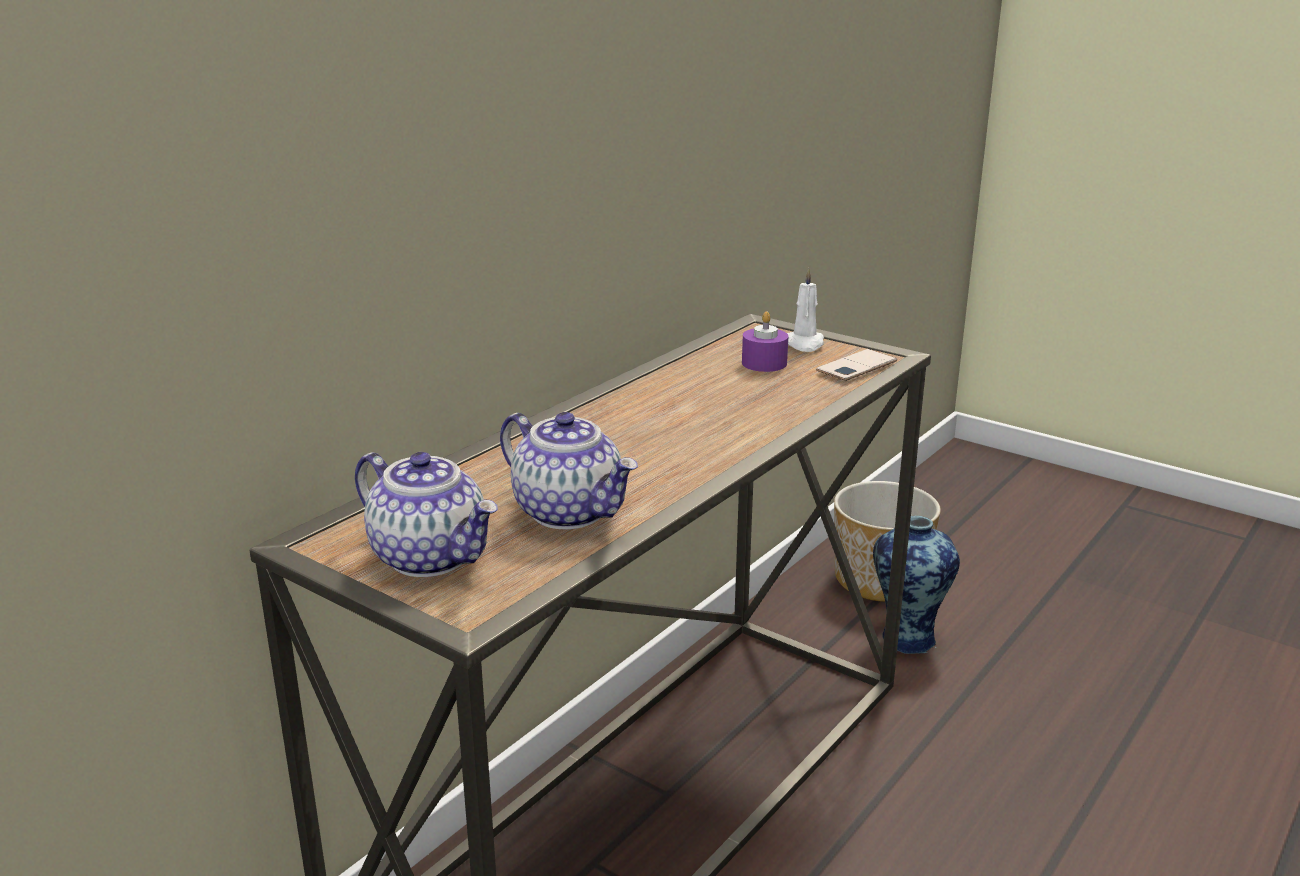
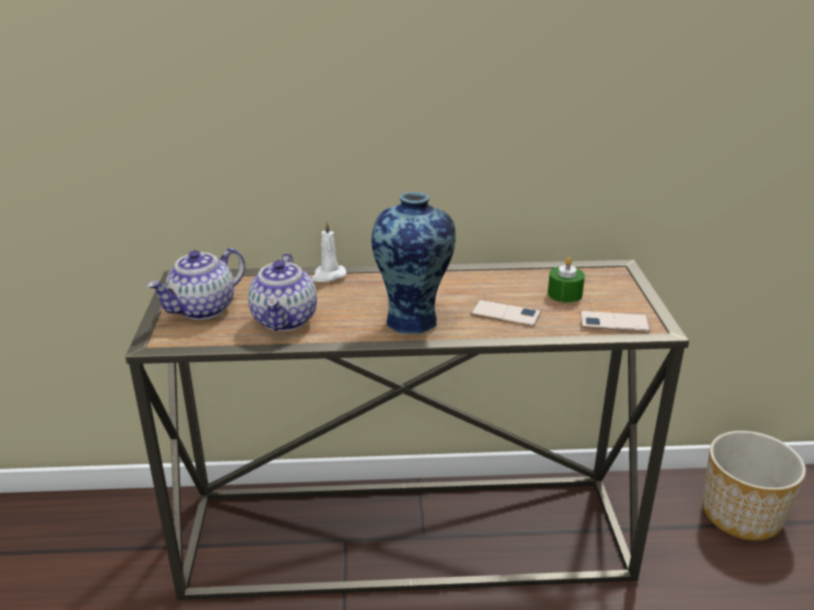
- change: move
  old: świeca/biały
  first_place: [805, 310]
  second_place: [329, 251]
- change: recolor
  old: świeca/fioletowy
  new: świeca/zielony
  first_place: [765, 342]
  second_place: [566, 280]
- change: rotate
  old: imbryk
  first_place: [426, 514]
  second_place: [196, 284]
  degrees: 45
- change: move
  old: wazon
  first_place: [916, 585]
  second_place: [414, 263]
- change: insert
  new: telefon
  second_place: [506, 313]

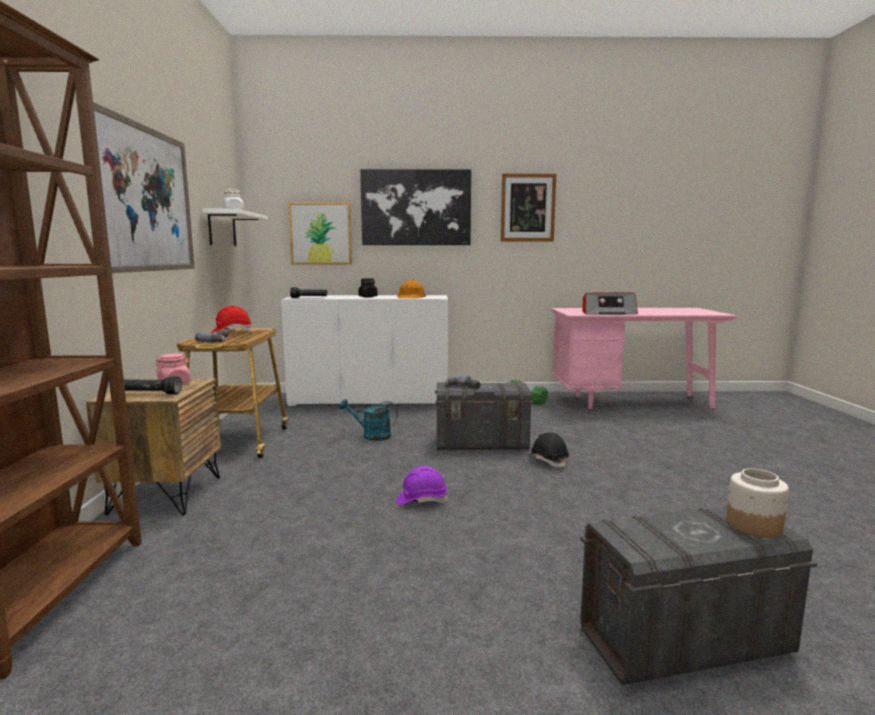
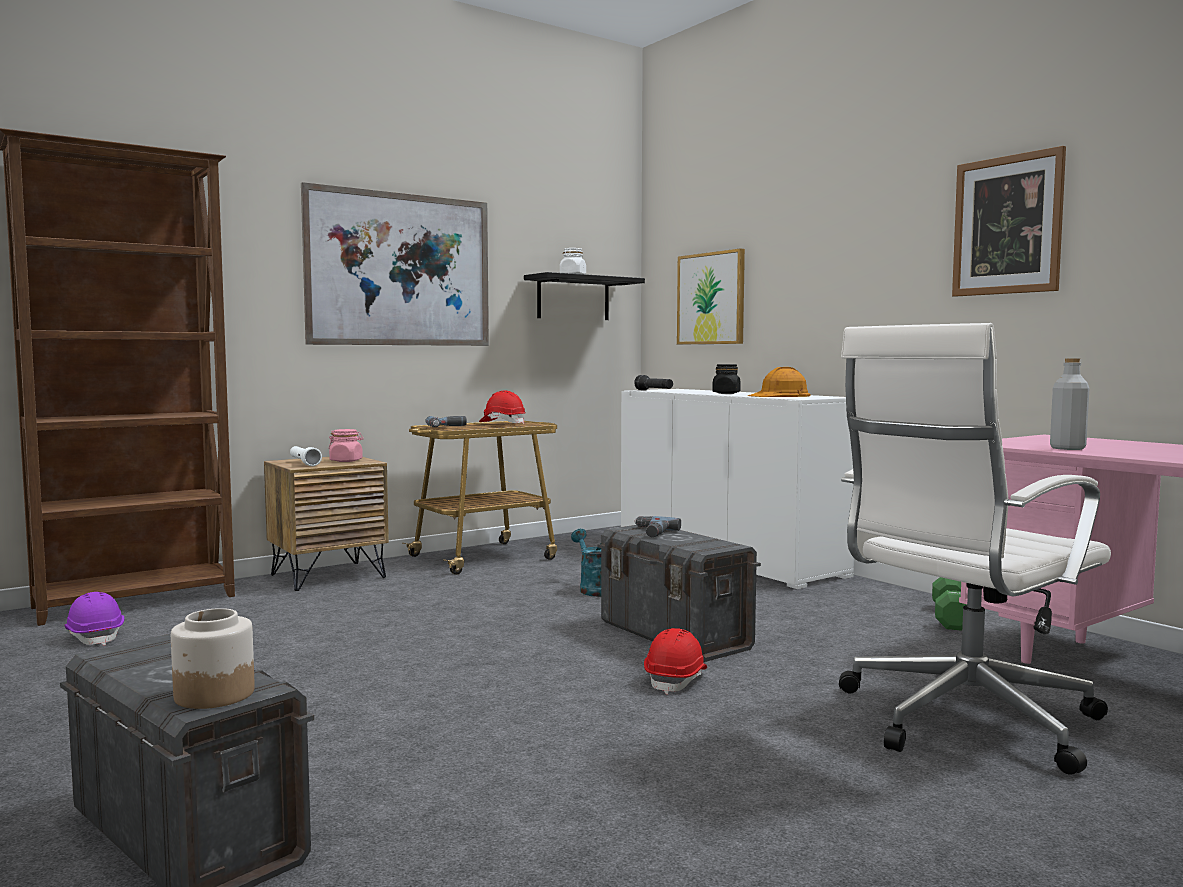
- change: delete
  old: obraz
  first_place: [415, 207]
- change: recolor
  old: półka/biały
  new: półka/czarny
  first_place: [235, 227]
  second_place: [584, 296]
- change: replace
  old: radio
  new: butelka/szary
  first_place: [610, 304]
  second_place: [1069, 404]
- change: recolor
  old: latarka/czarny
  new: latarka/biały
  first_place: [153, 385]
  second_place: [306, 456]
- change: recolor
  old: kask/czarny
  new: kask/czerwony
  first_place: [548, 450]
  second_place: [675, 661]
- change: move
  old: kask/fioletowy
  first_place: [422, 485]
  second_place: [94, 618]
- change: insert
  new: krzesło biurowe/biały
  second_place: [975, 549]

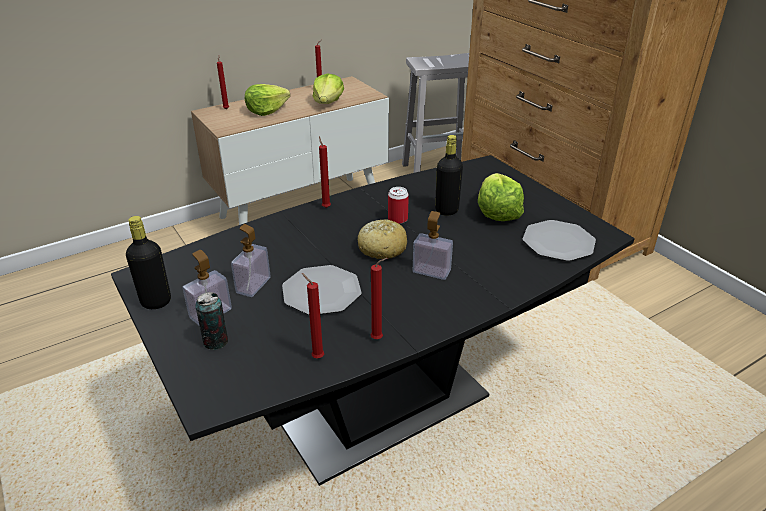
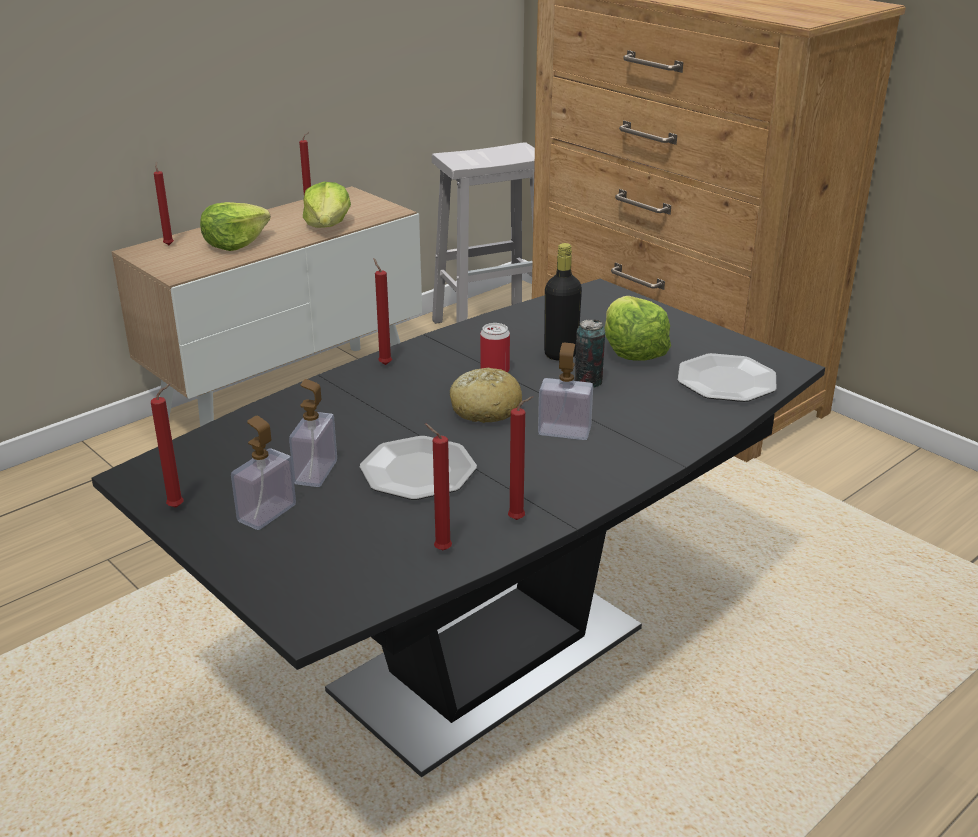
- change: replace
  old: butelka/czarny
  new: świeca/czerwony
  first_place: [148, 262]
  second_place: [167, 446]
- change: move
  old: puszka
  first_place: [211, 321]
  second_place: [589, 354]

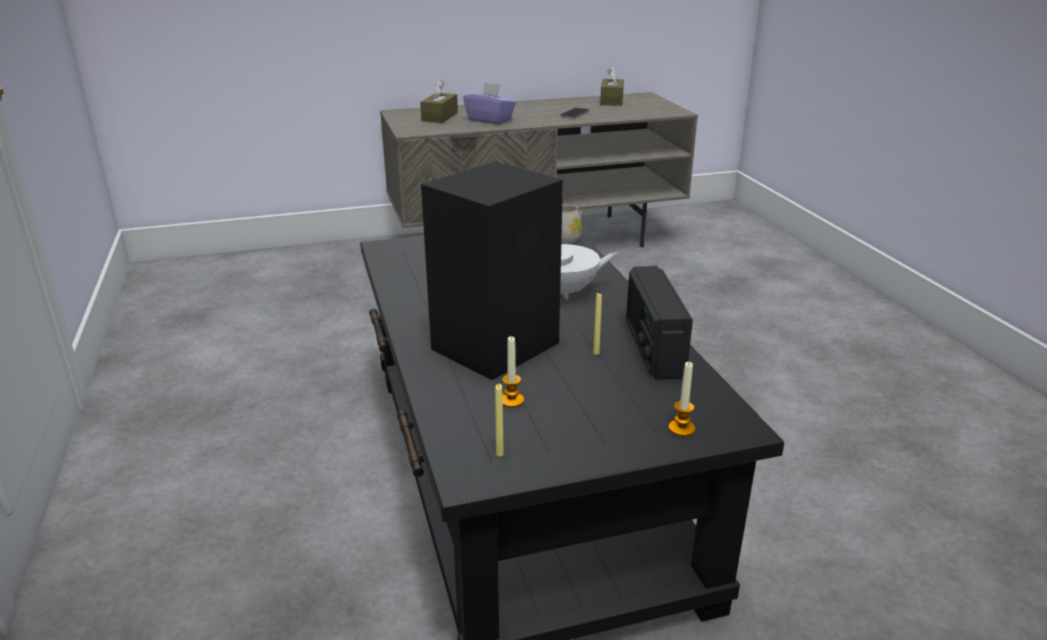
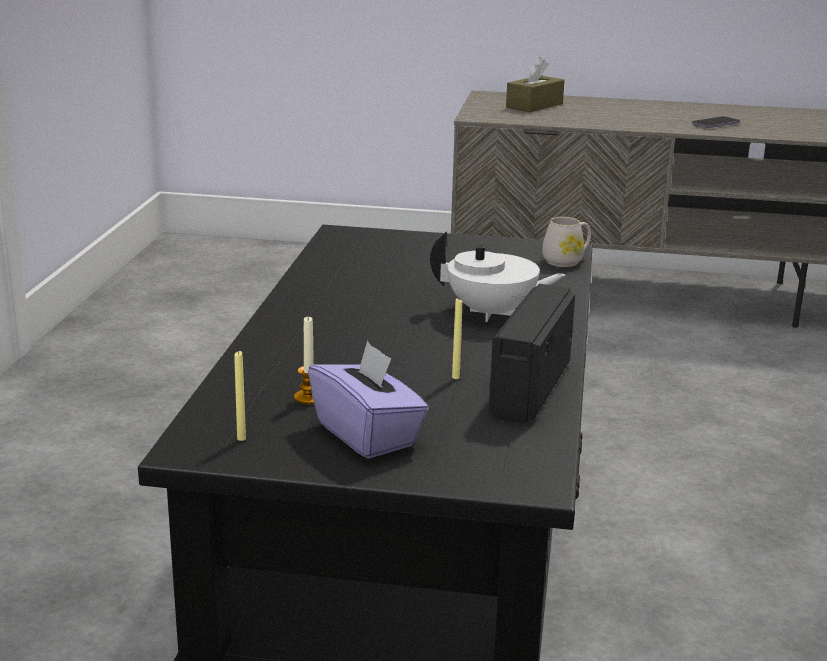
- change: delete
  old: pudełko chusteczek/brązowy
  first_place: [612, 85]
- change: move
  old: pudełko chusteczek/fioletowy
  first_place: [489, 103]
  second_place: [368, 400]
- change: delete
  old: głośnik/czarny
  first_place: [492, 270]
- change: delete
  old: świeca
  first_place: [681, 398]

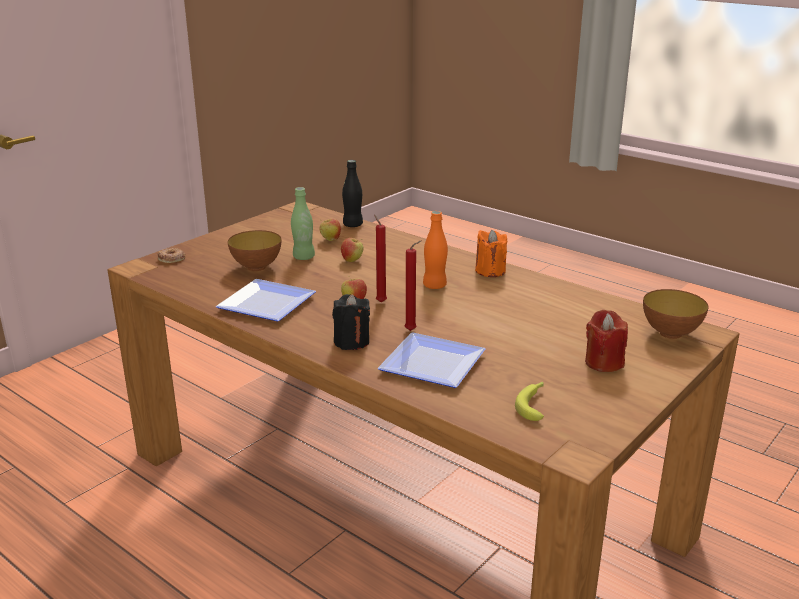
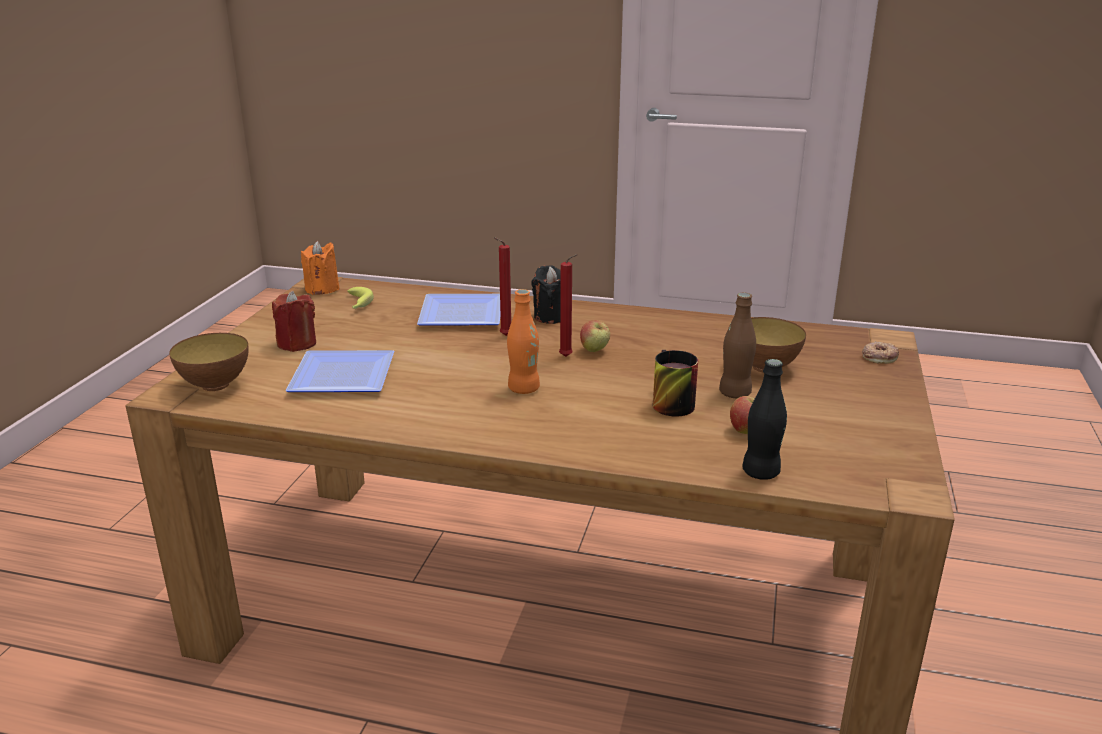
- change: recolor
  old: butelka/zielony
  new: butelka/brązowy
  first_place: [303, 223]
  second_place: [737, 345]
- change: move
  old: świeca/pomarańczowy
  first_place: [491, 253]
  second_place: [320, 268]
- change: replace
  old: jabłko
  new: kubek
  first_place: [352, 250]
  second_place: [675, 383]
- change: move
  old: talerz
  first_place: [265, 300]
  second_place: [339, 371]

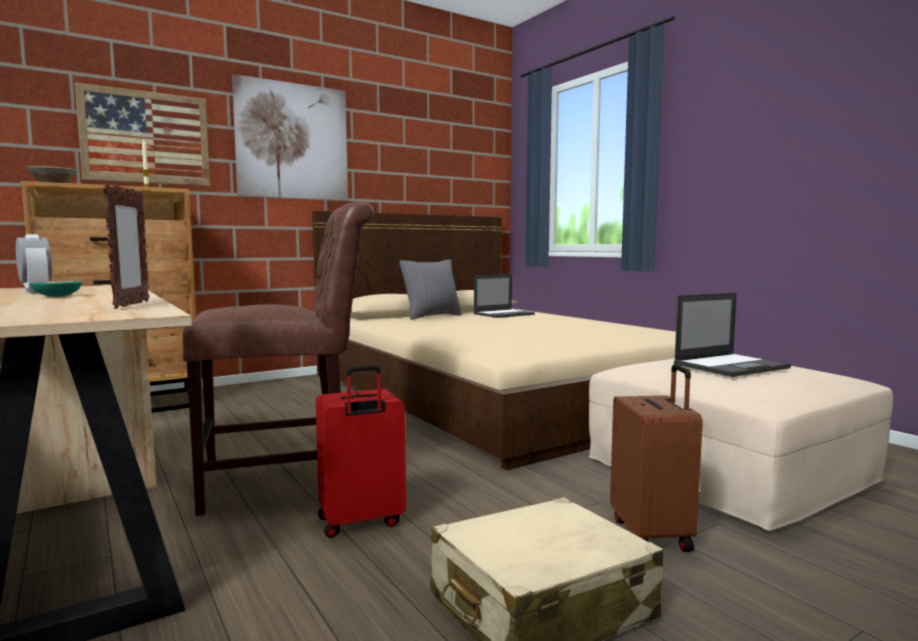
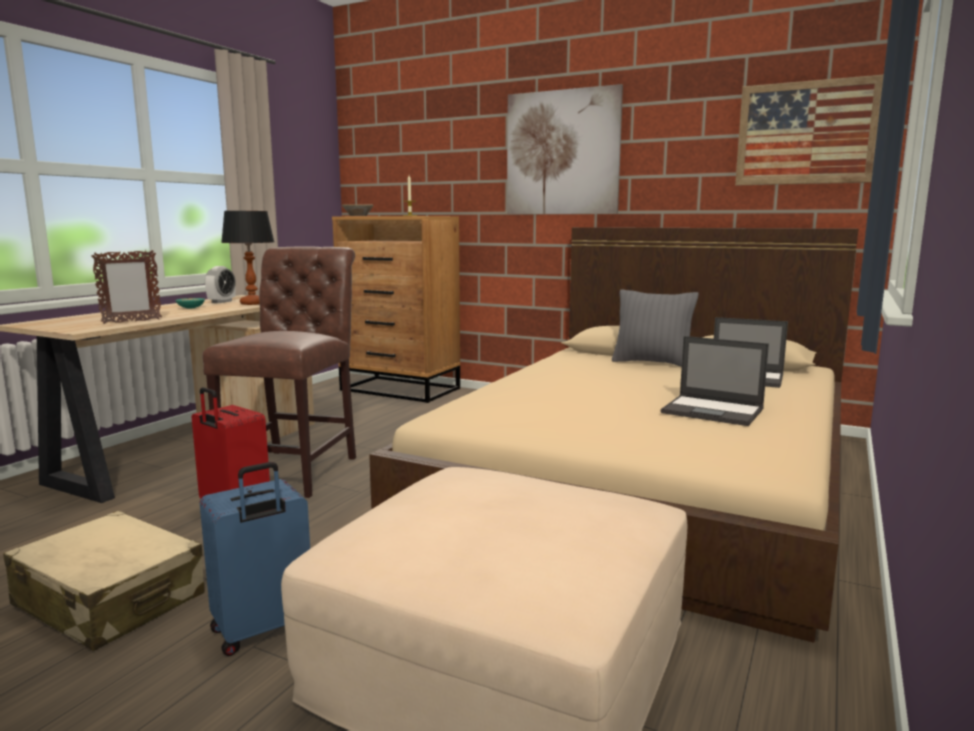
- change: move
  old: obraz
  first_place: [142, 134]
  second_place: [809, 130]
- change: rotate
  old: krzesło/brązowy
  first_place: [278, 359]
  second_place: [279, 372]
  degrees: -120
- change: move
  old: laptop
  first_place: [732, 335]
  second_place: [715, 381]
- change: recolor
  old: walizka/brązowy
  new: walizka/niebieski
  first_place: [656, 458]
  second_place: [255, 559]
- change: insert
  new: lampa stołowa
  second_place: [247, 258]

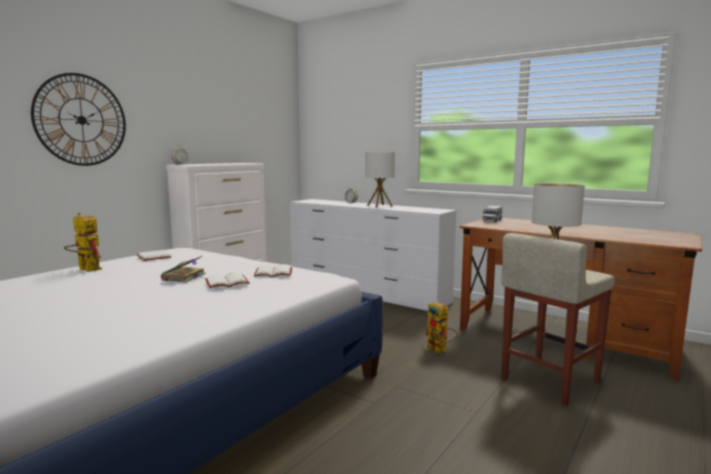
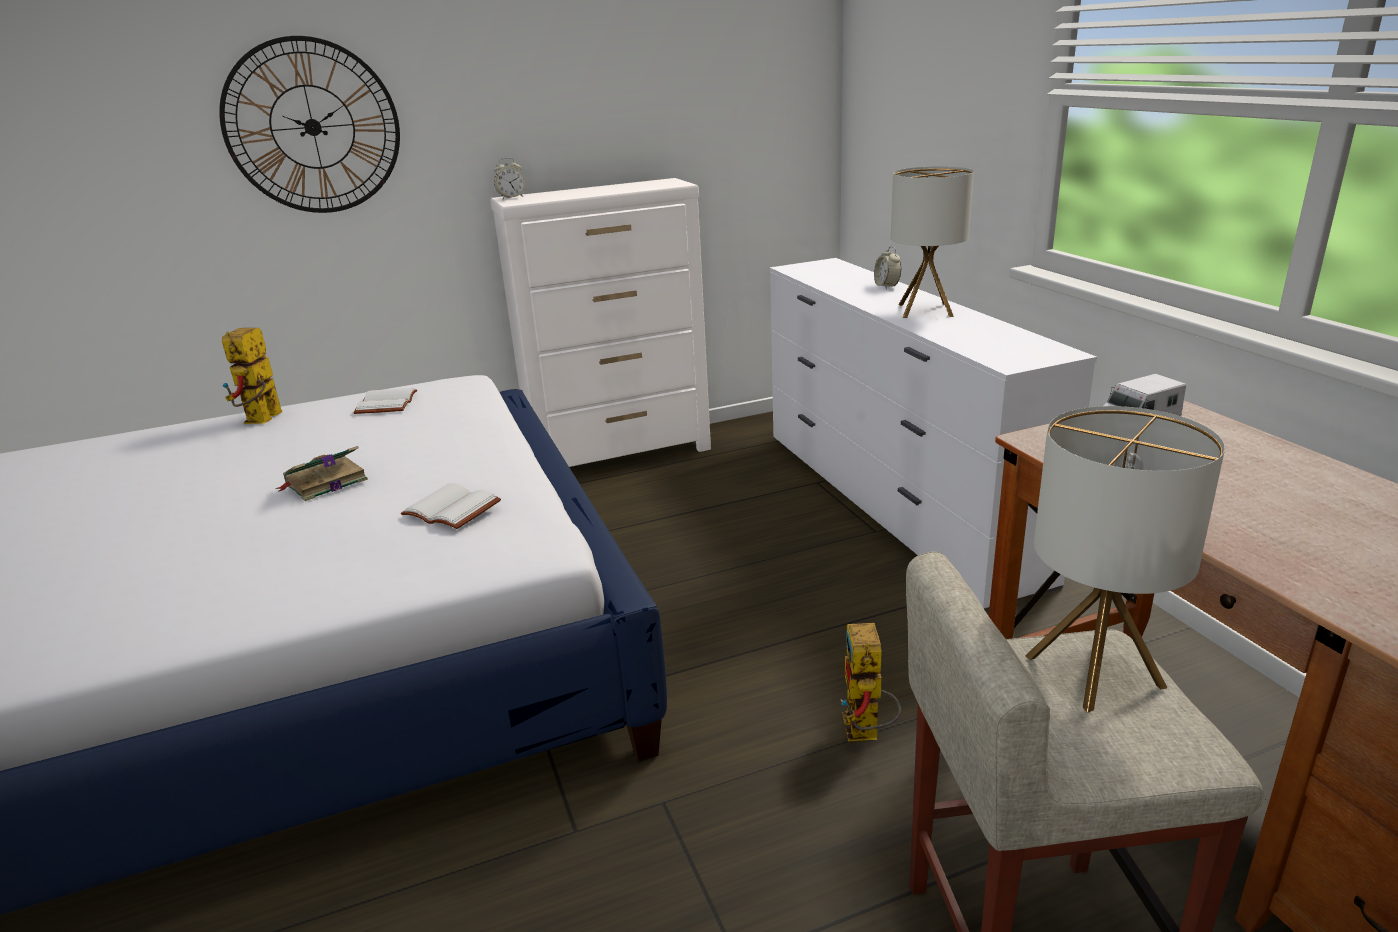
- change: rotate
  old: robot zabawkowy
  first_place: [83, 242]
  second_place: [252, 376]
  degrees: -150
- change: delete
  old: książka/biały
  first_place: [227, 280]

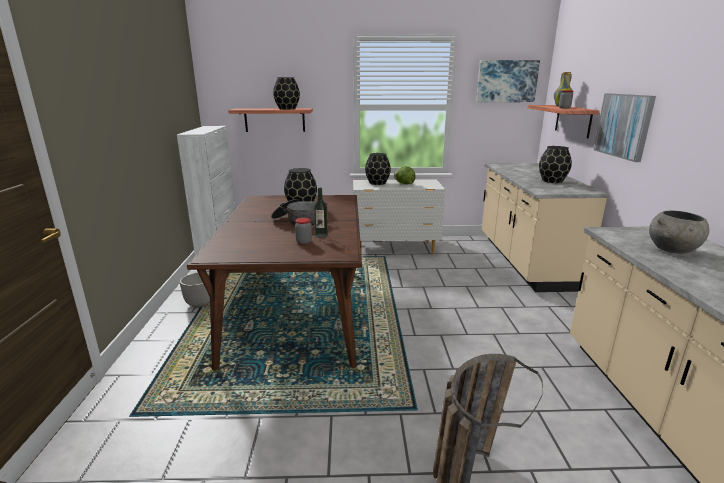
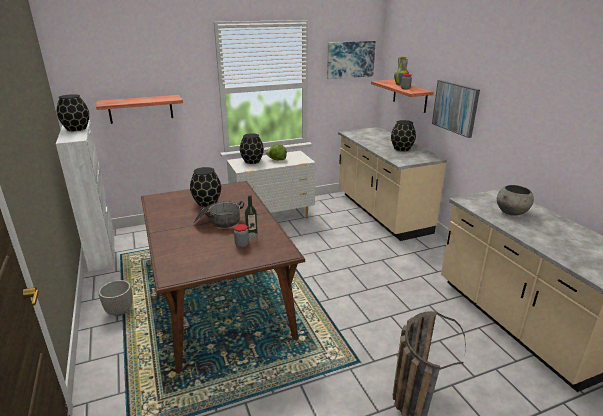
- change: move
  old: wazon/czarny
  first_place: [286, 93]
  second_place: [73, 112]

